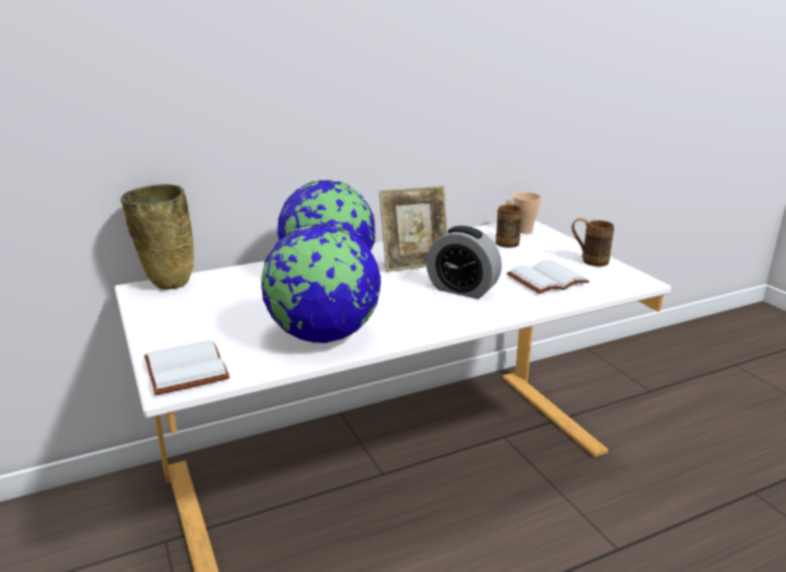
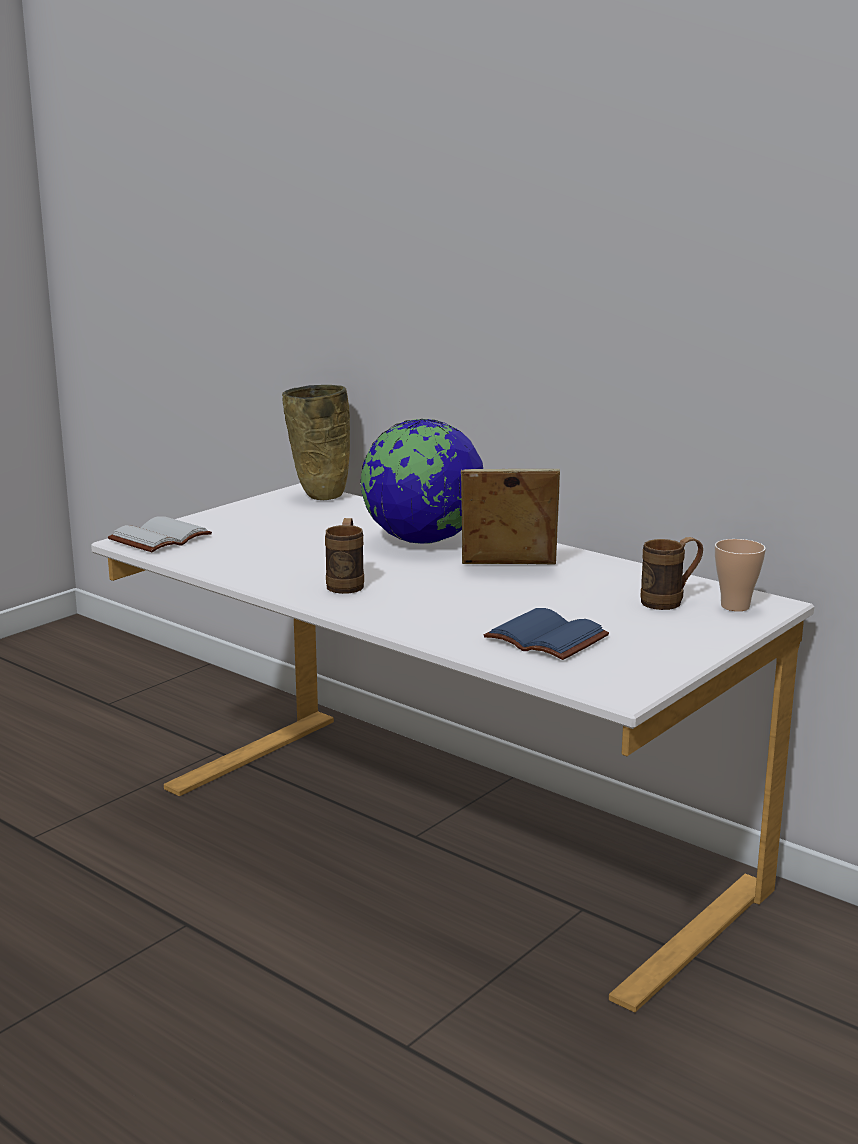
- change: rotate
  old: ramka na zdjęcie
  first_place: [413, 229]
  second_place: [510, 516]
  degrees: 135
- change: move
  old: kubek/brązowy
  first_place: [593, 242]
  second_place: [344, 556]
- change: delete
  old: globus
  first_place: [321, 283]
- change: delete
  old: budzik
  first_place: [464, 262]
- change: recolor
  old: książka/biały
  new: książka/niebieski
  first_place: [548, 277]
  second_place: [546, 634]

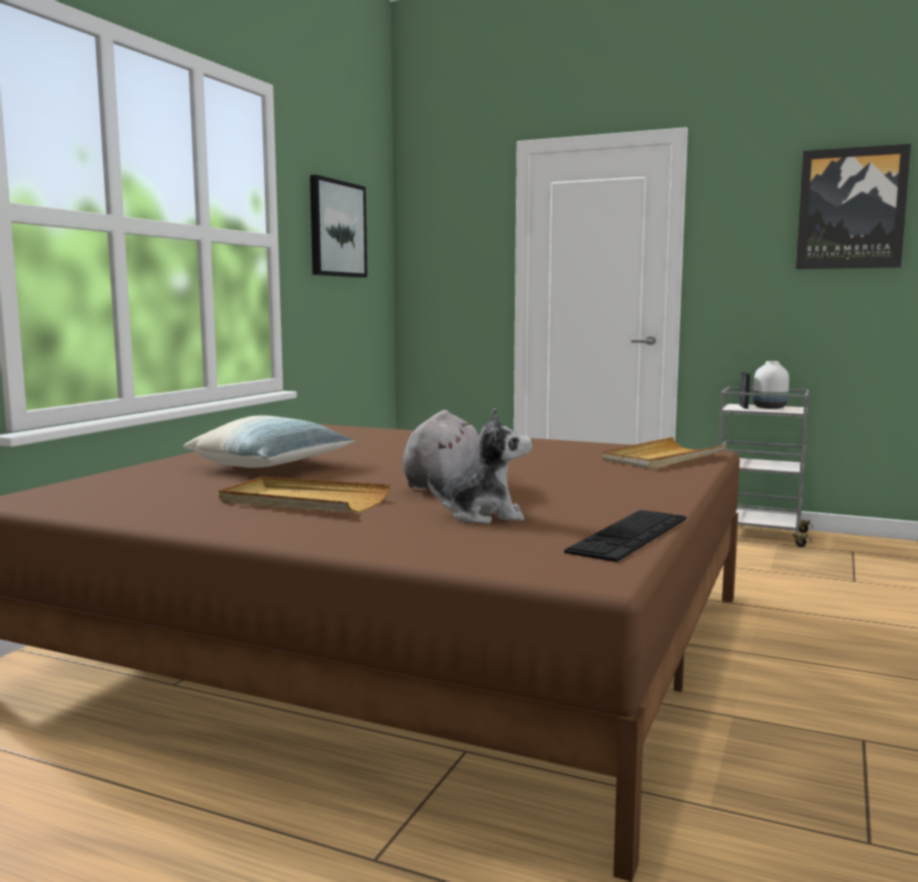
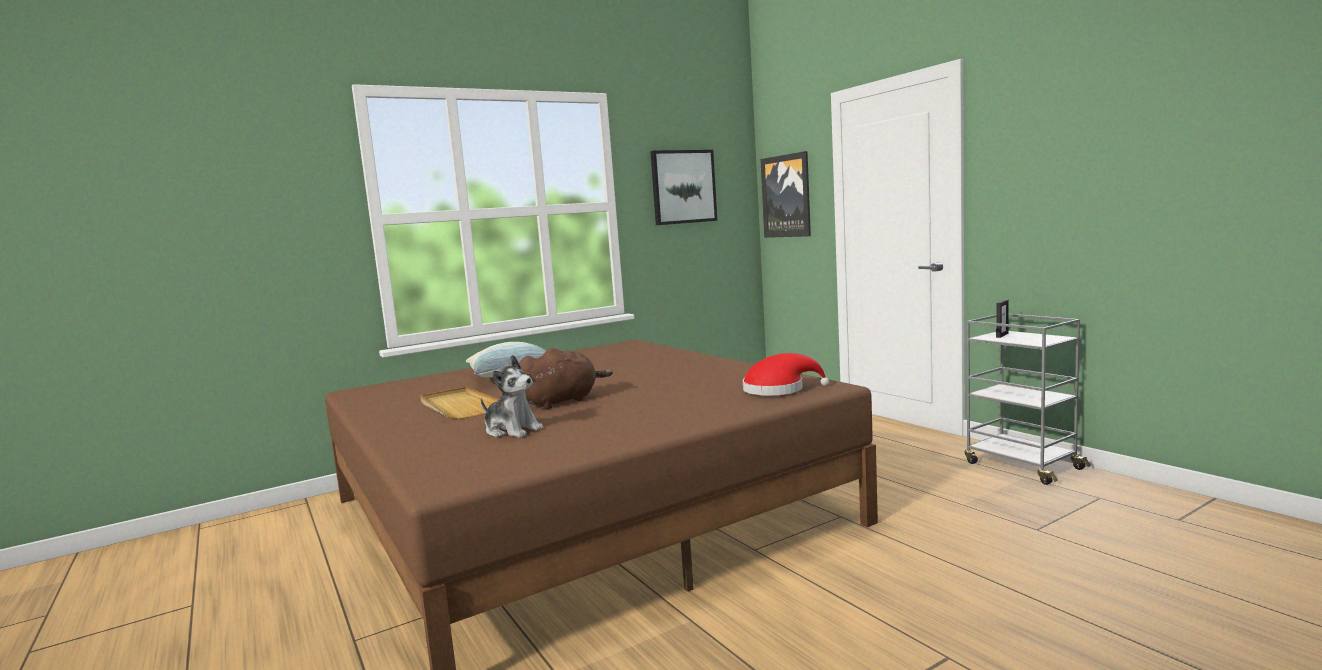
- change: move
  old: obraz
  first_place: [853, 206]
  second_place: [785, 194]
- change: delete
  old: wazon/biały
  first_place: [771, 385]
- change: recolor
  old: pluszak/szary
  new: pluszak/brązowy
  first_place: [441, 450]
  second_place: [566, 378]
- change: replace
  old: taca/beżowy
  new: kapelusz/czerwony
  first_place: [664, 453]
  second_place: [786, 374]
- change: delete
  old: klawiatura
  first_place: [625, 536]

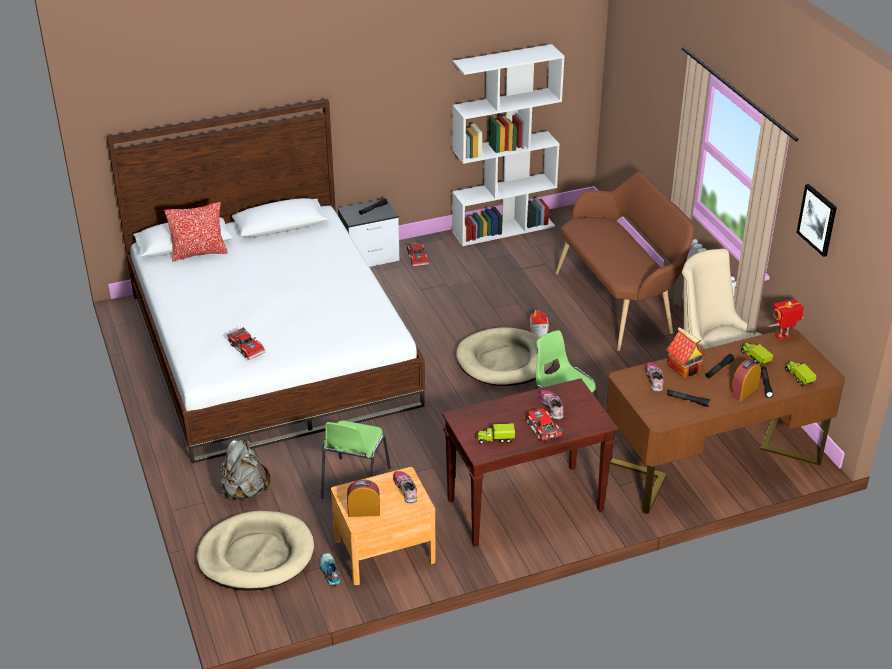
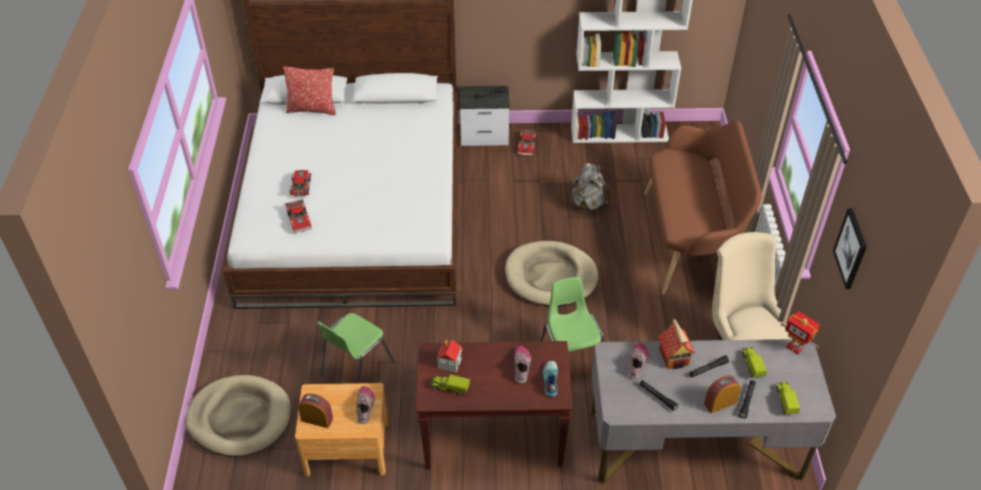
- change: rotate
  old: robot zabawkowy
  first_place: [786, 319]
  second_place: [800, 333]
  degrees: -135
- change: move
  old: domek
  first_place: [539, 323]
  second_place: [449, 356]
- change: recolor
  old: biurko/brązowy
  new: biurko/szary
  first_place: [726, 421]
  second_place: [713, 411]
- change: move
  old: samochodzik
  first_place: [543, 425]
  second_place: [300, 183]
- change: move
  old: plecak/szary
  first_place: [245, 470]
  second_place: [591, 187]
- change: move
  old: but
  first_place: [329, 569]
  second_place: [550, 379]

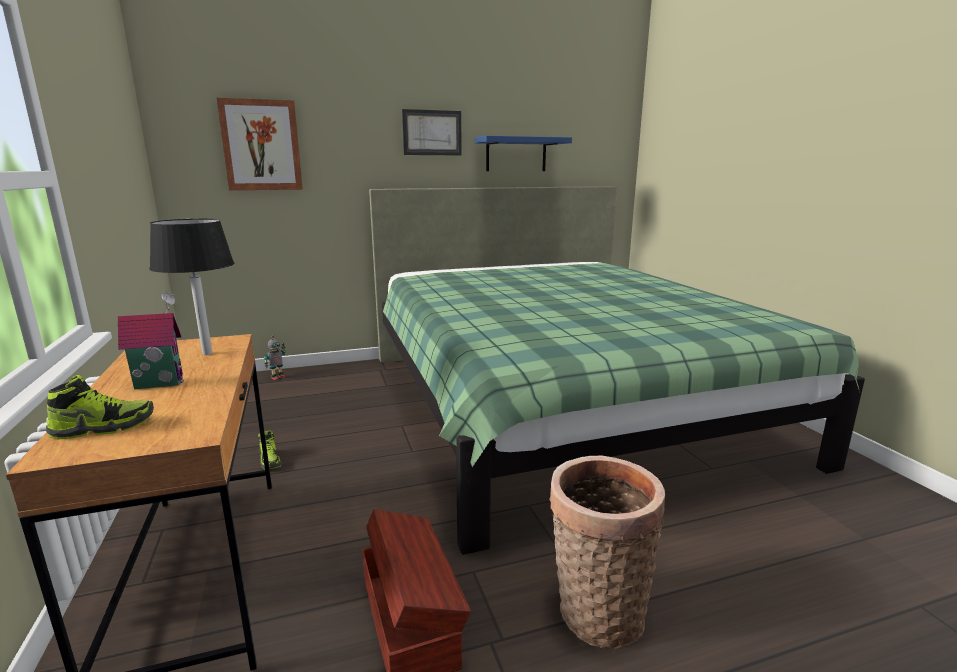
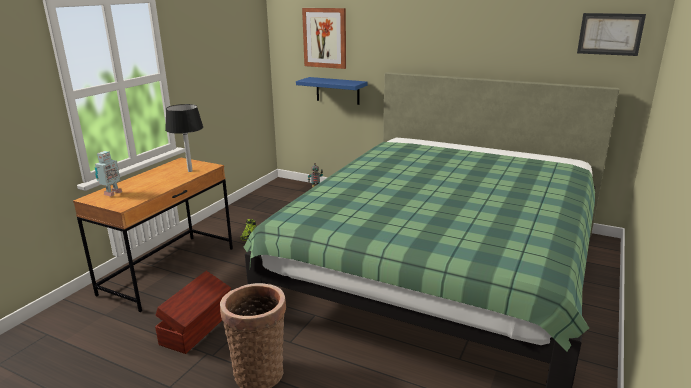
- change: move
  old: obraz
  first_place: [432, 132]
  second_place: [611, 34]
- change: move
  old: półka/niebieski
  first_place: [523, 153]
  second_place: [331, 91]
- change: delete
  old: domek
  first_place: [151, 340]
- change: replace
  old: but
  new: robot zabawkowy
  first_place: [100, 407]
  second_place: [108, 174]

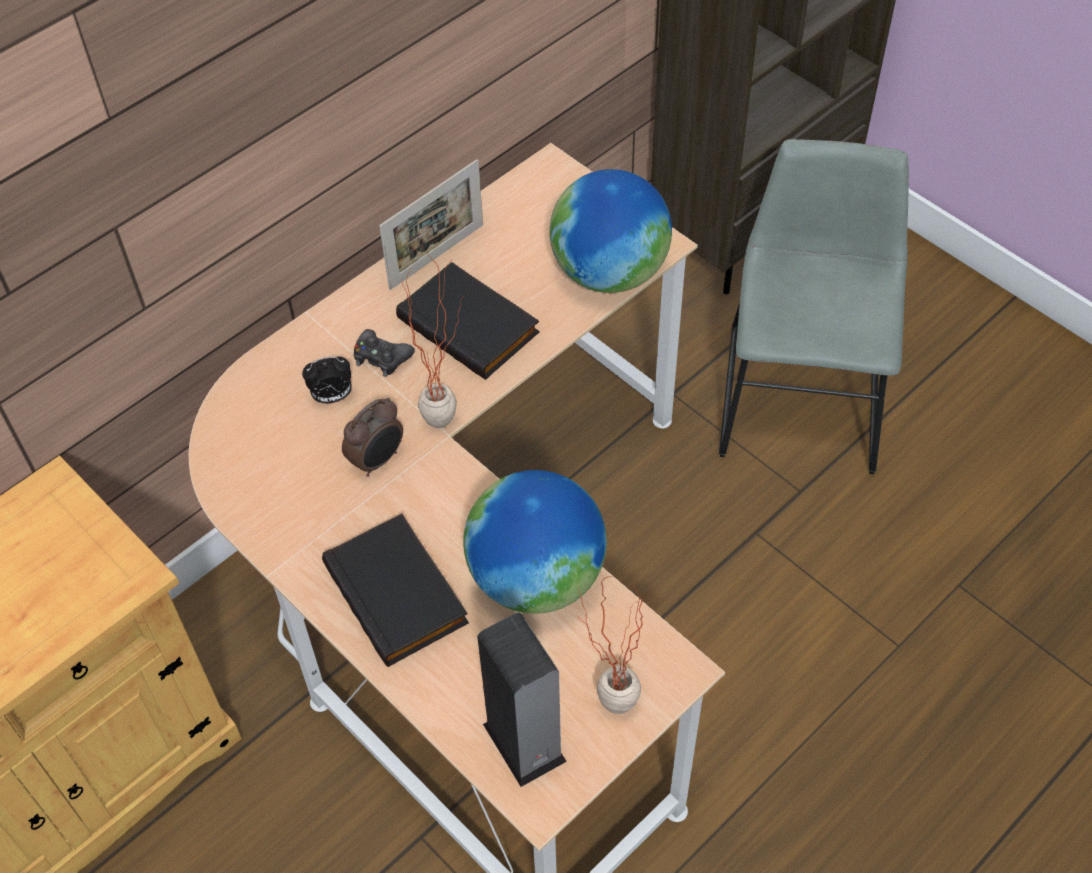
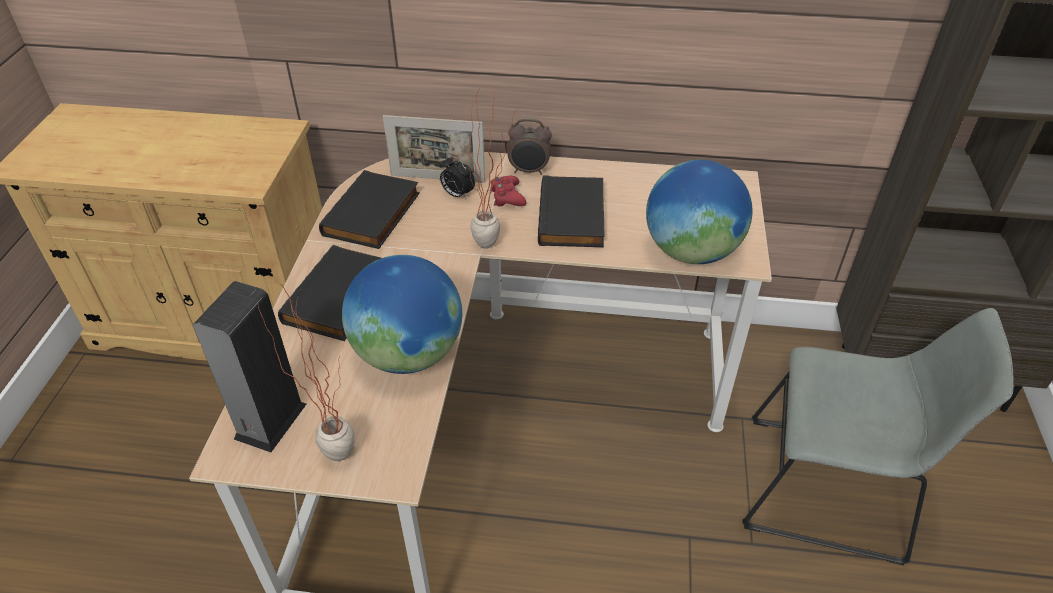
- change: rotate
  old: krzesło/szary
  first_place: [814, 306]
  second_place: [878, 436]
  degrees: 45
- change: move
  old: ramka na zdjęcie
  first_place: [431, 224]
  second_place: [434, 149]
- change: recolor
  old: pad do gier/czarny
  new: pad do gier/czerwony
  first_place: [384, 353]
  second_place: [508, 191]
- change: move
  old: budzik
  first_place: [372, 437]
  second_place: [529, 147]
- change: insert
  new: książka/czarny
  second_place: [369, 209]

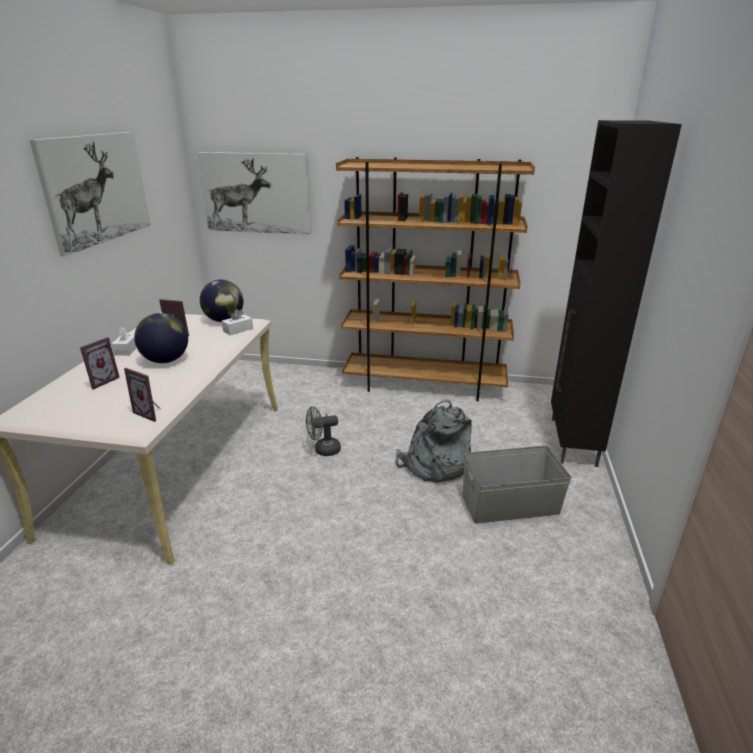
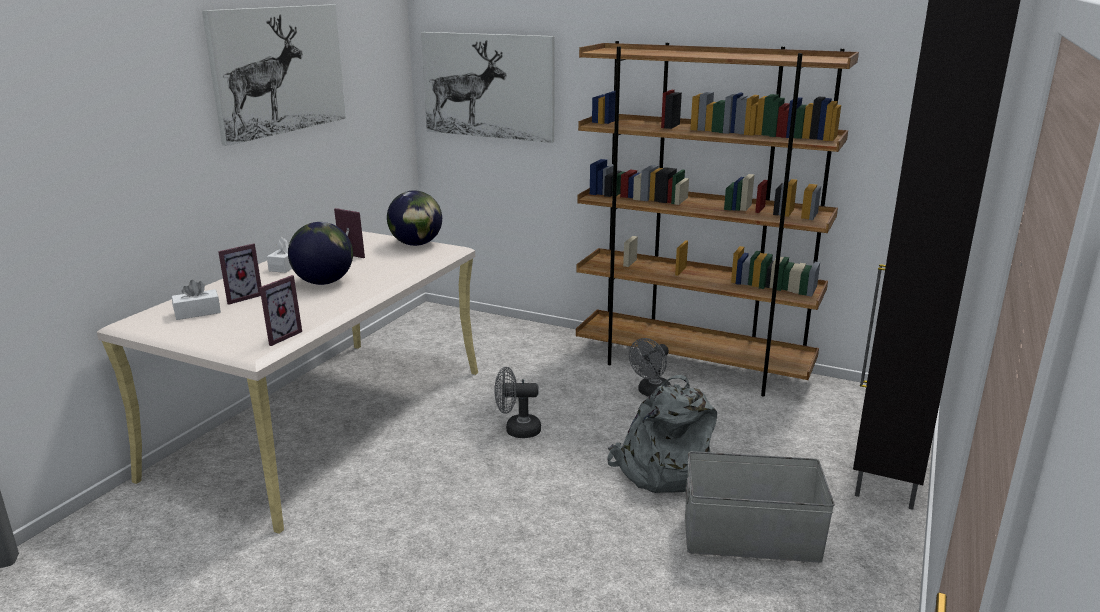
- change: move
  old: pudełko chusteczek/biały
  first_place: [237, 322]
  second_place: [196, 300]
- change: rotate
  old: ramka na zdjęcie
  first_place: [141, 395]
  second_place: [281, 310]
  degrees: -105
- change: insert
  new: wentylator/szary
  second_place: [650, 367]

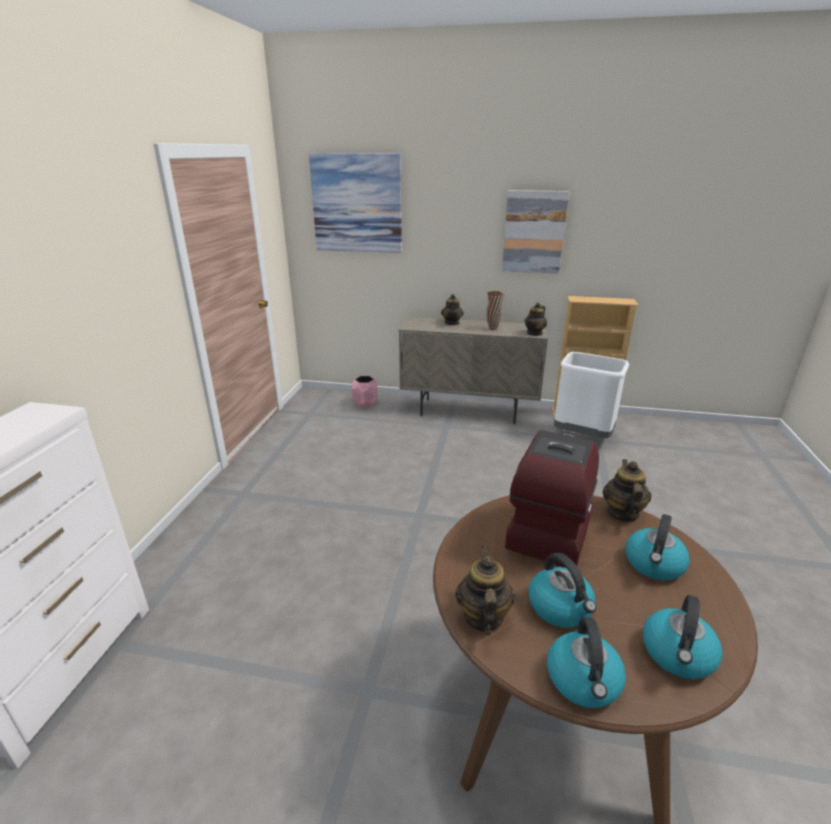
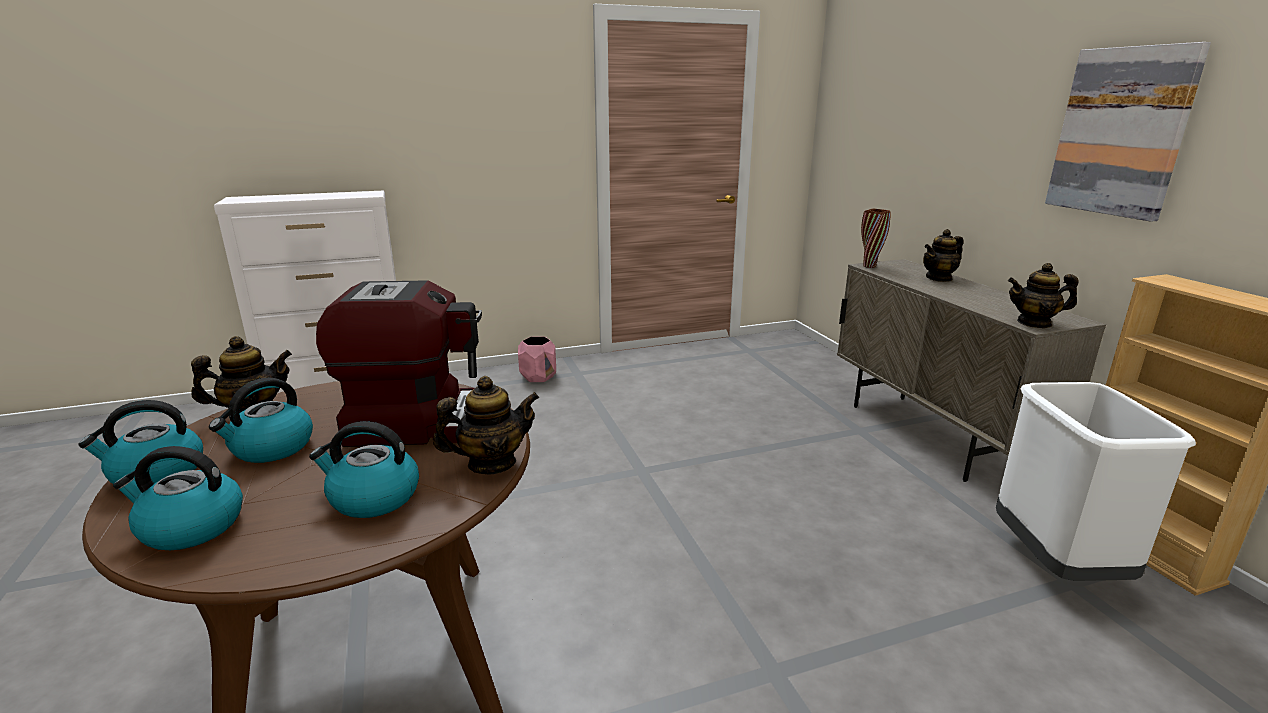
- change: delete
  old: obraz
  first_place: [355, 203]
- change: move
  old: wazon/brązowy
  first_place: [495, 310]
  second_place: [876, 238]
- change: move
  old: donica/różowy
  first_place: [365, 391]
  second_place: [537, 359]

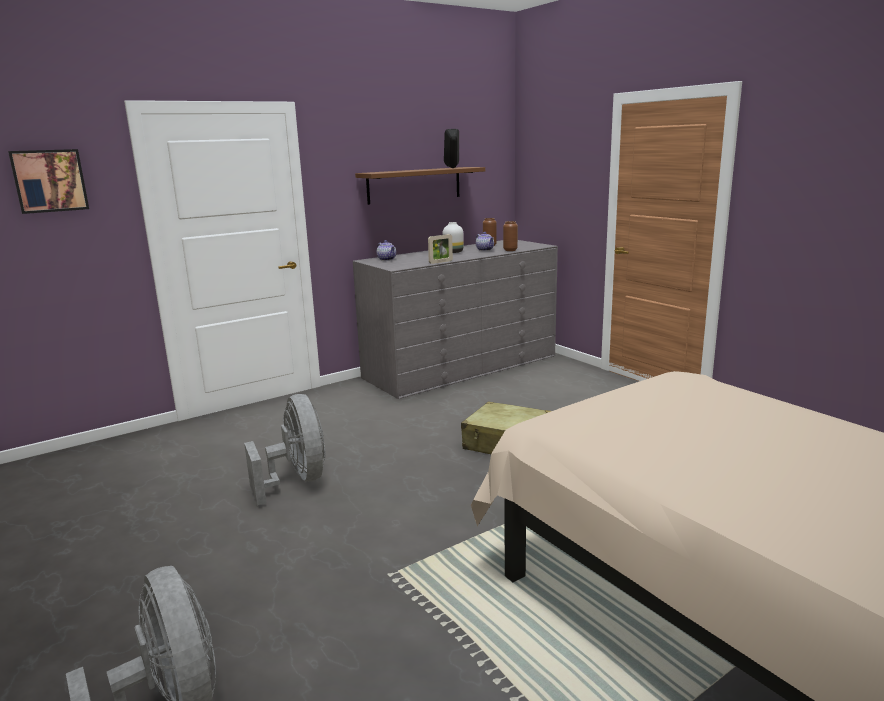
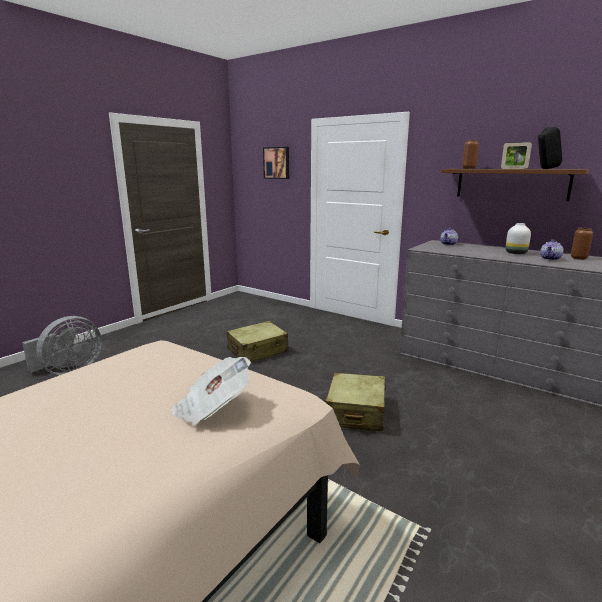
- change: move
  old: wazon/brązowy
  first_place: [510, 236]
  second_place: [470, 154]
- change: move
  old: ramka na zdjęcie
  first_place: [440, 249]
  second_place: [516, 155]
- change: replace
  old: wentylator/szary
  new: walizka/beżowy
  first_place: [284, 450]
  second_place: [258, 341]
- change: insert
  new: gazeta
  second_place: [210, 391]

